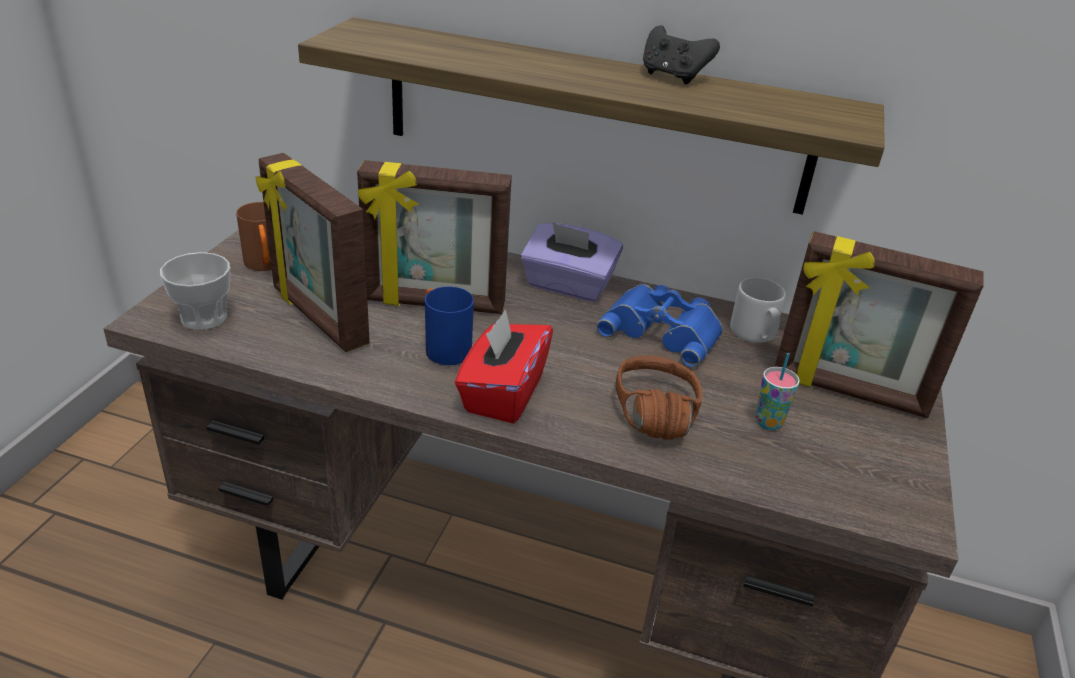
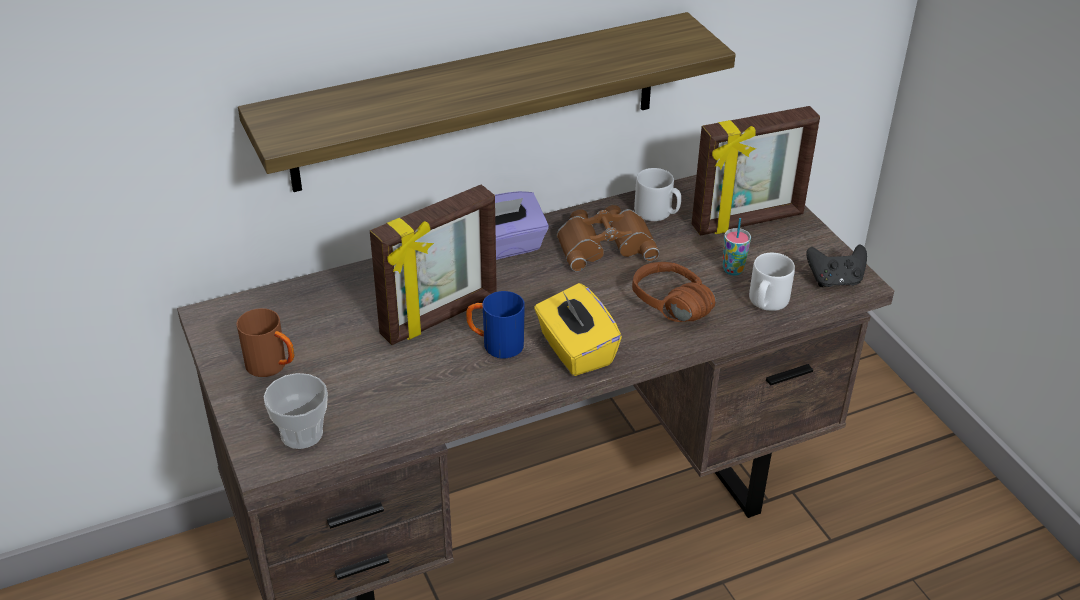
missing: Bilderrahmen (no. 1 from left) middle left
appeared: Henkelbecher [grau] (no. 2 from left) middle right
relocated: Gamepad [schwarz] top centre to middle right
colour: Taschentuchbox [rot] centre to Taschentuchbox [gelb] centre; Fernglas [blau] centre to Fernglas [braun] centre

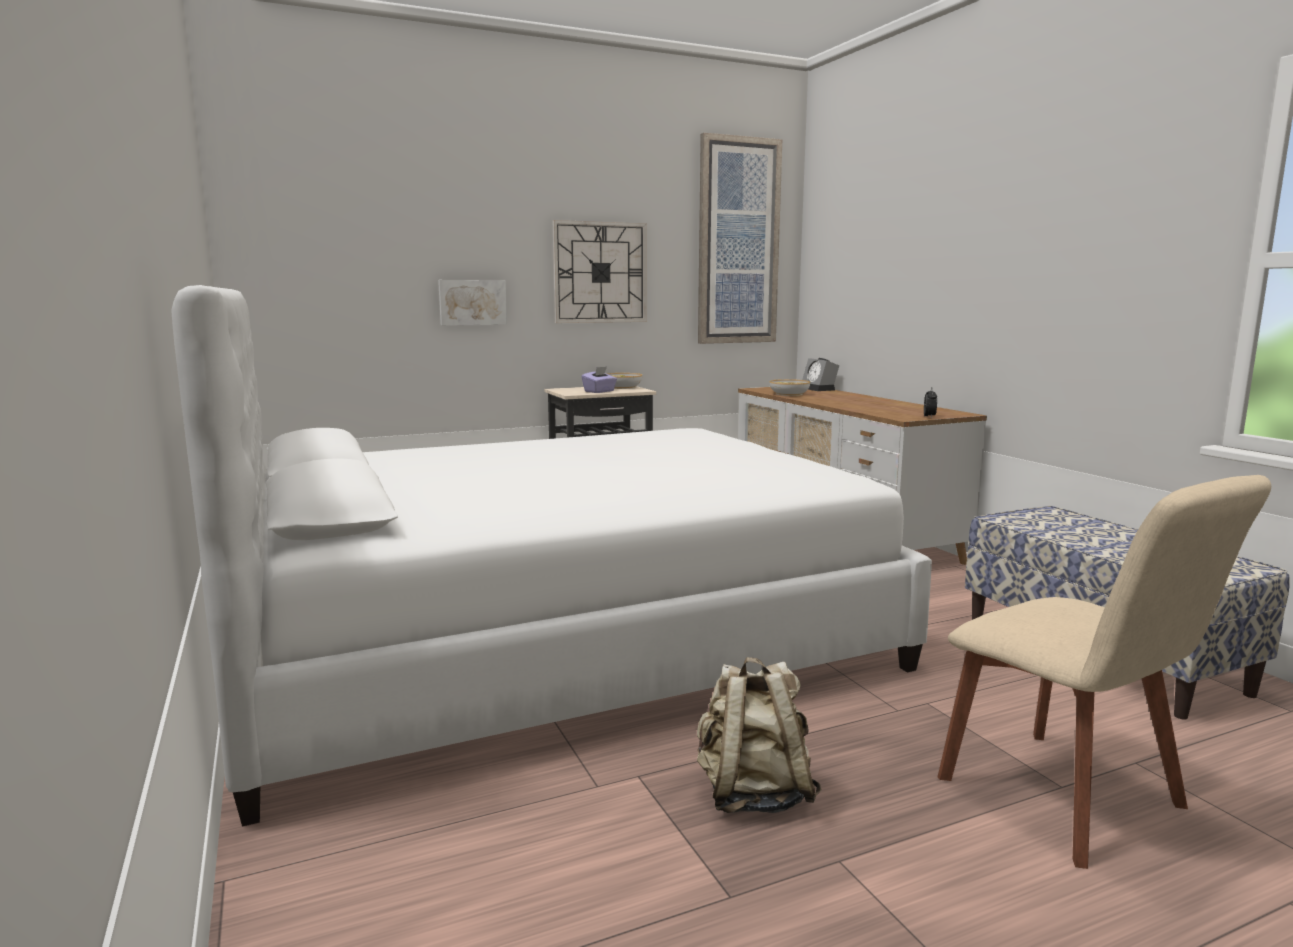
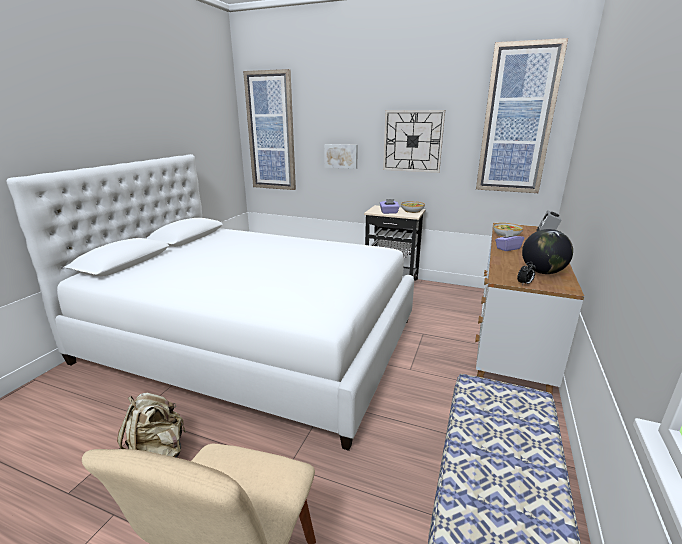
appeared: Bild (no. 1 from left) top centre; Taschentuchbox [lila] (no. 2 from left) middle right; Globus middle right

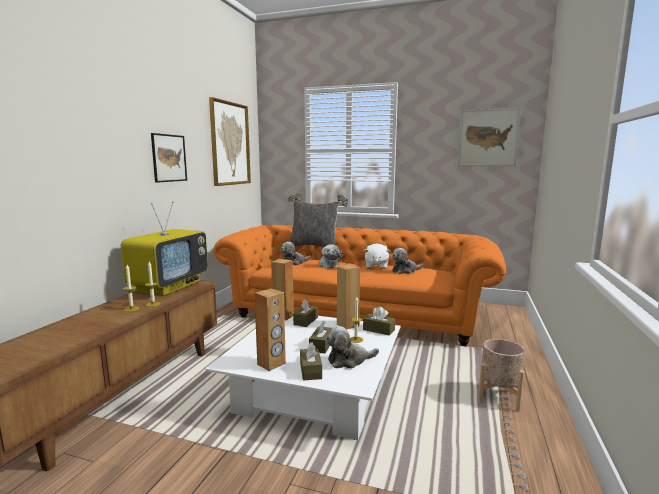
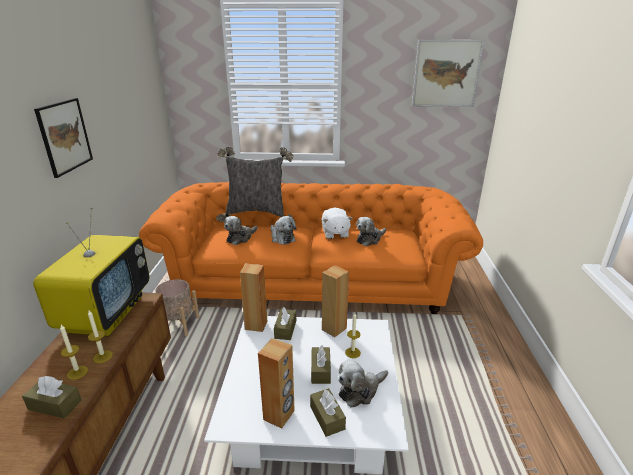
missing: Bild (no. 2 from left) top centre
relocated: Taschentuchbox [braun] (no. 4 from left in the first image) centre to Taschentuchbox [braun] (no. 1 from left) bottom left; Pflanzkübel [beige] bottom right to middle left

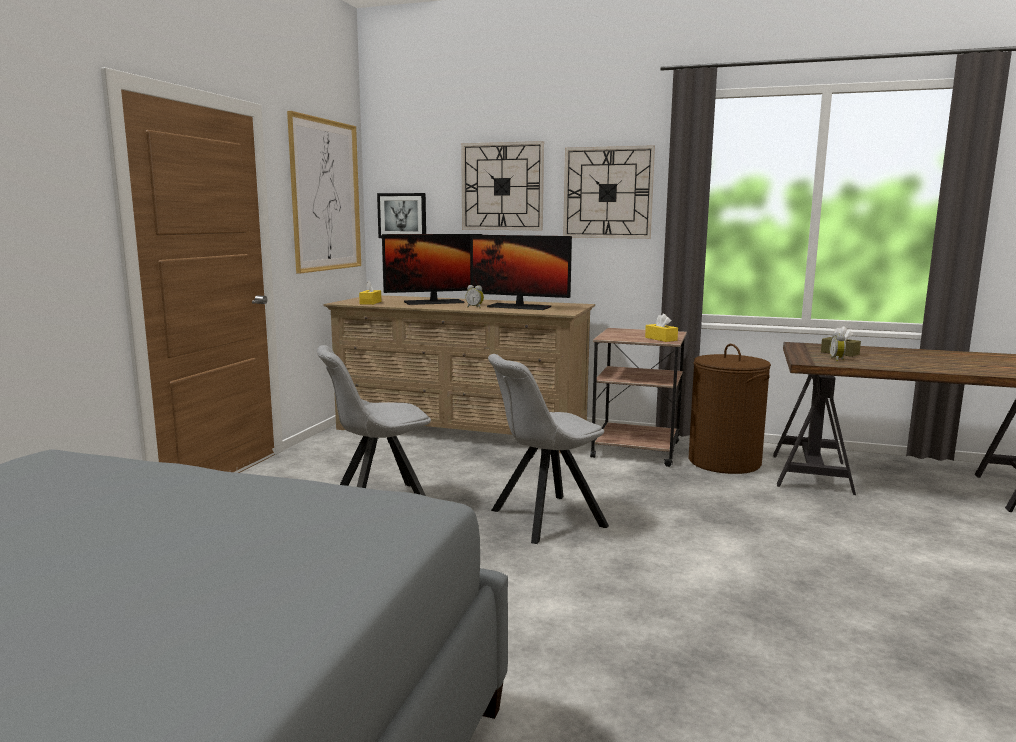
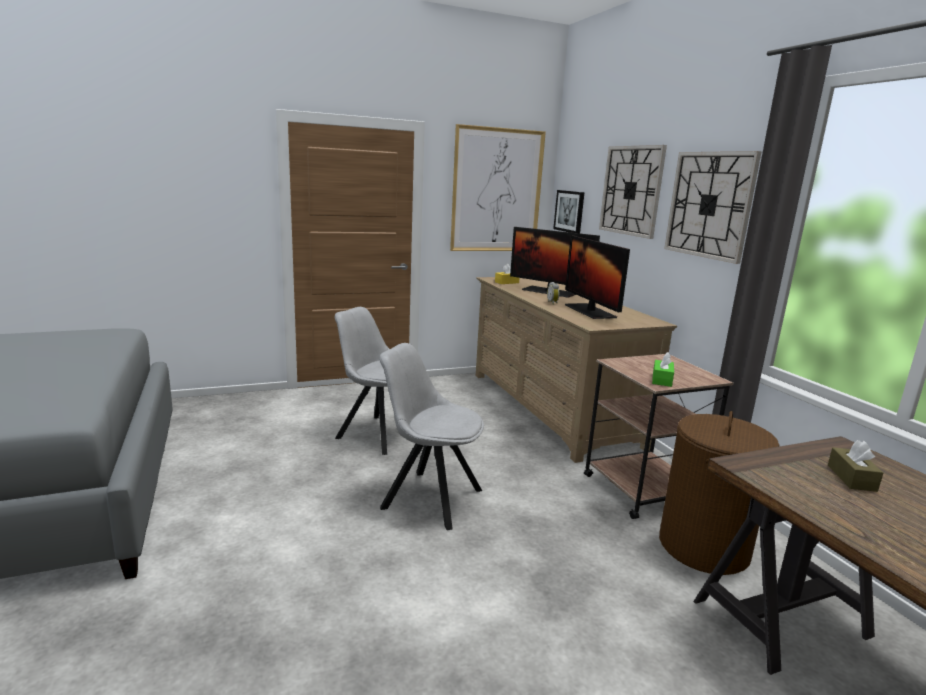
missing: Wecker (no. 2 from left) middle right
colour: Taschentuchbox [gelb] (no. 2 from left) centre to Taschentuchbox [grün] middle right

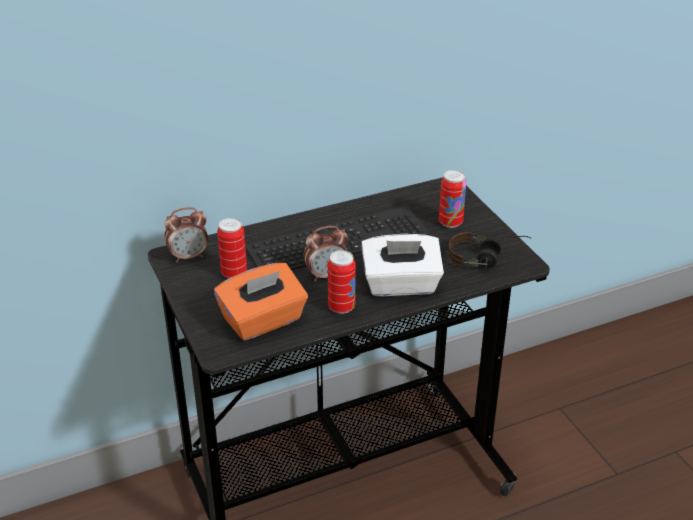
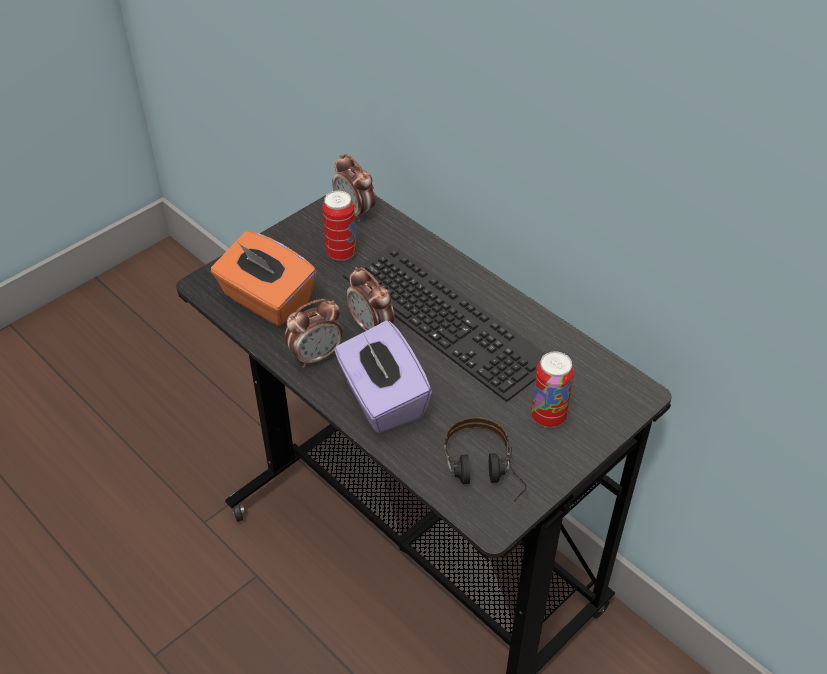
exchanged: Dose (no. 2 from left) centre to Wecker (no. 1 from left) centre
colour: Taschentuchbox [weiß] centre to Taschentuchbox [lila] centre

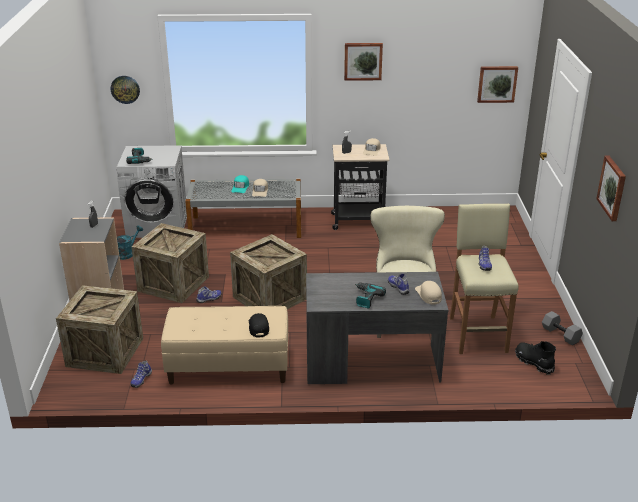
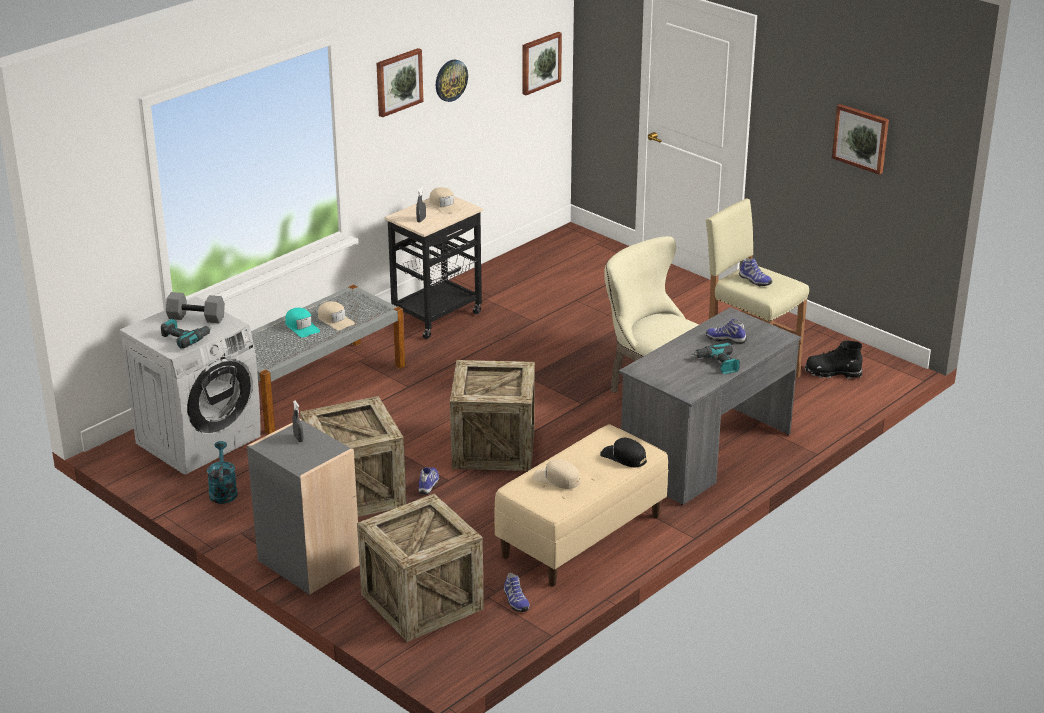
relocated: Wanduhr top left to top centre; Kappe [beige] (no. 3 from left) middle right to centre; Hantel [grau] middle right to middle left

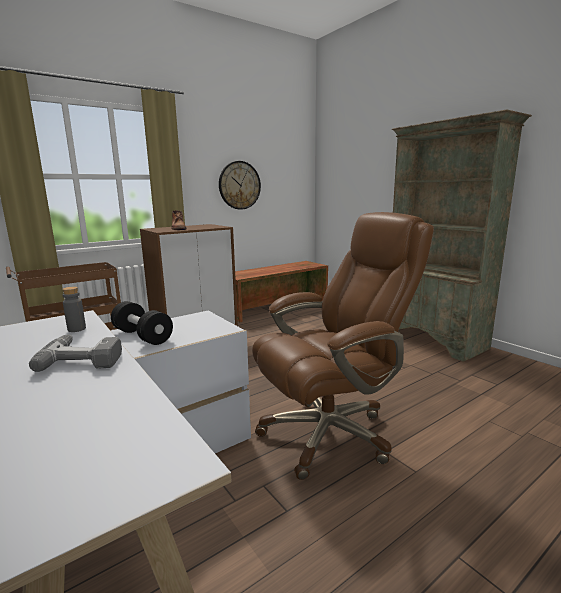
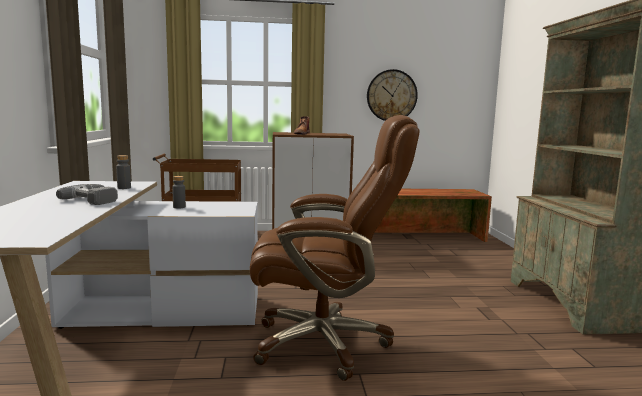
exchanged: Hantel [schwarz] middle left to Flasche [grau] (no. 2 from left) middle left

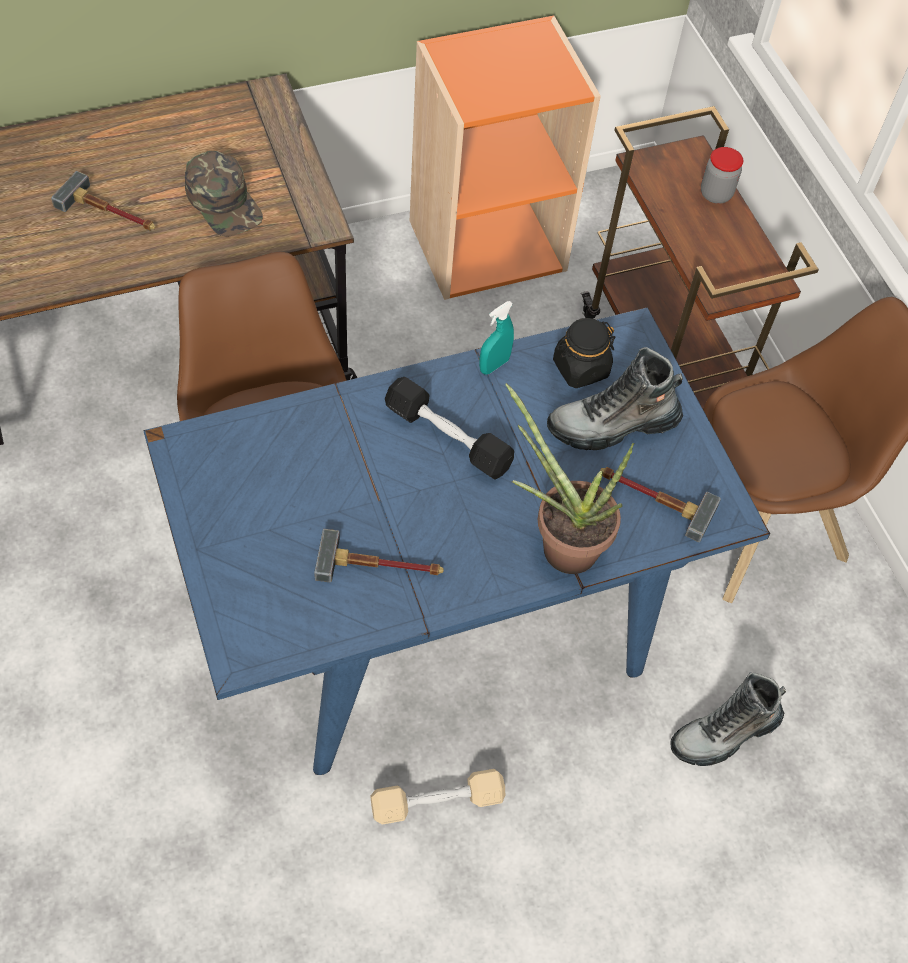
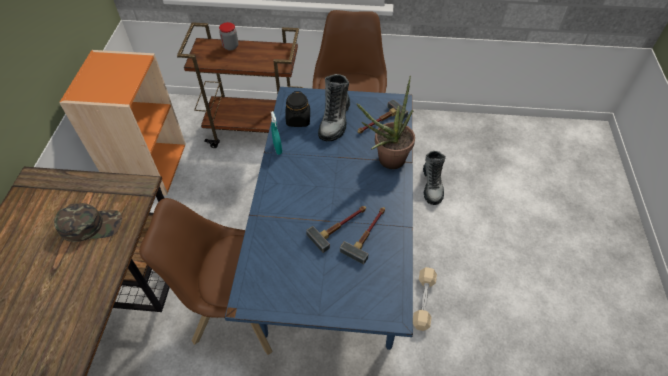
missing: Hantel [schwarz] centre
relocated: Hammer (no. 1 from left) top left to centre

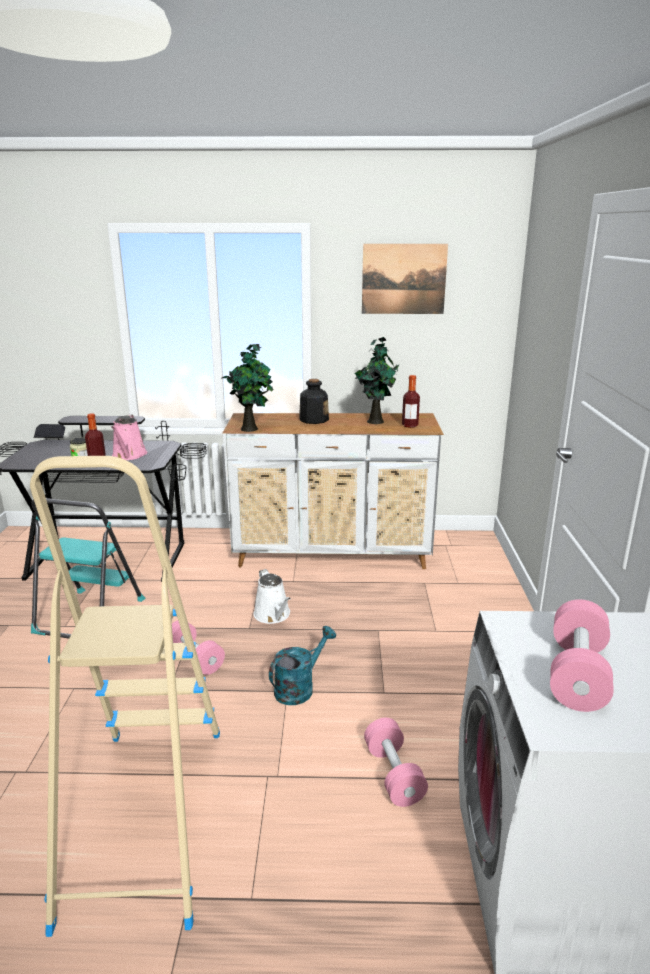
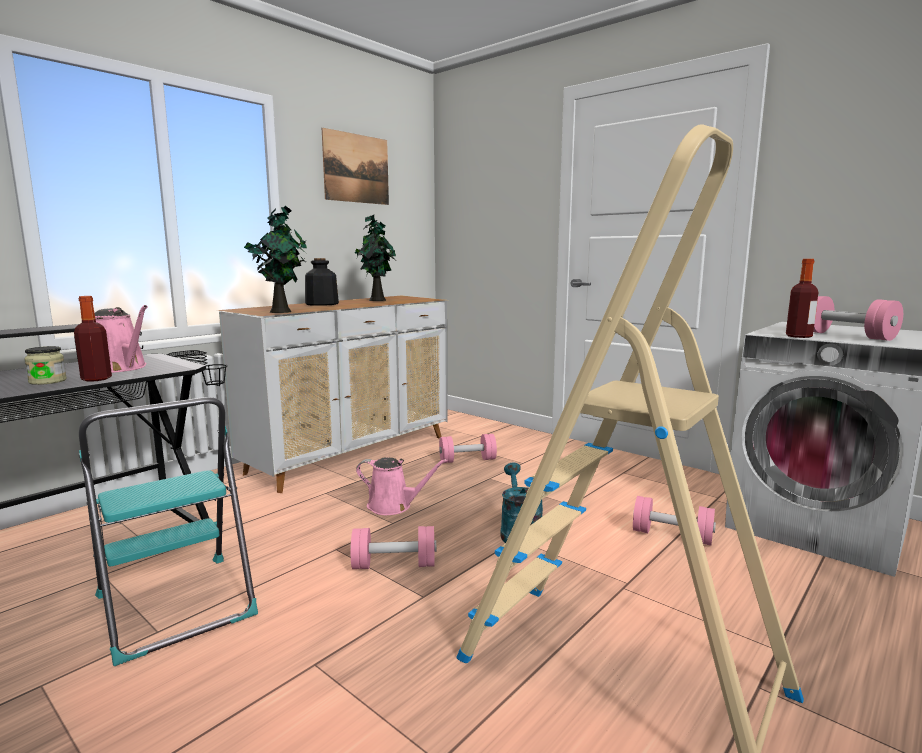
appeared: Hantel [rosa] (no. 2 from left) centre
relocated: Flasche (no. 3 from left) centre to middle right
colour: Gießkanne [weiß] centre to Gießkanne [rosa] (no. 2 from left) centre

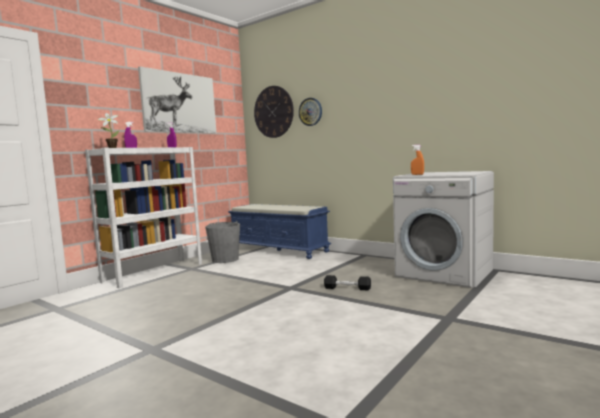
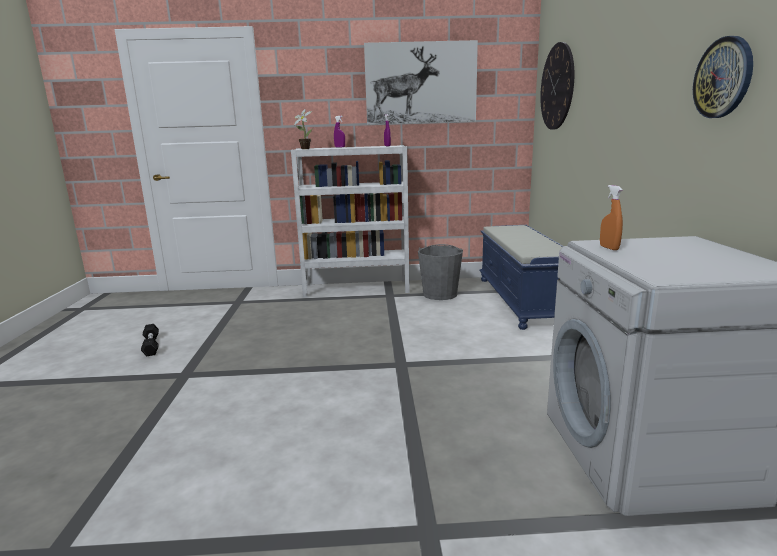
relocated: Wanduhr (no. 2 from left) top centre to top right; Hantel [schwarz] bottom centre to middle left

